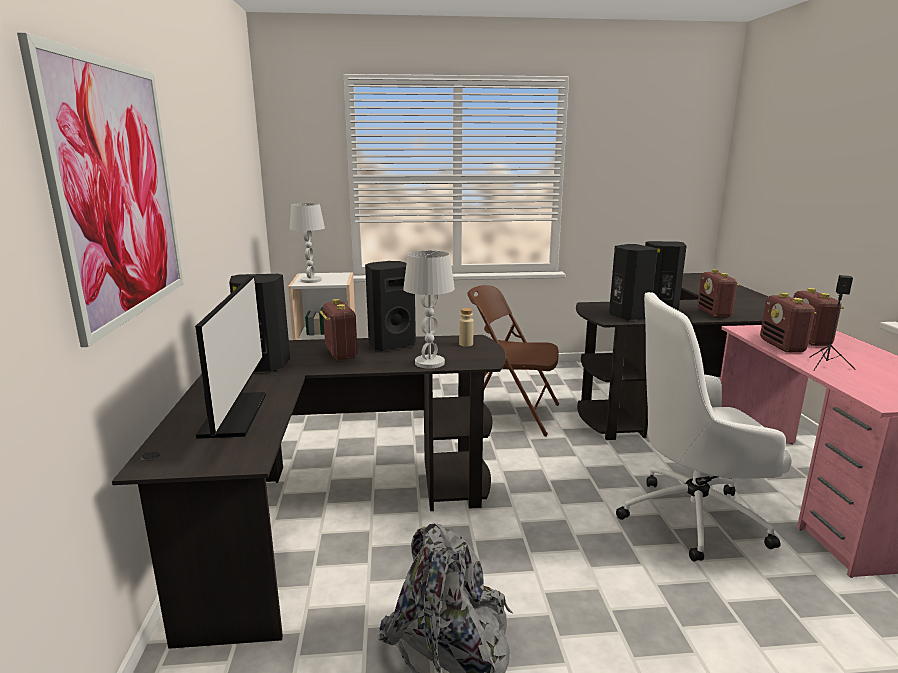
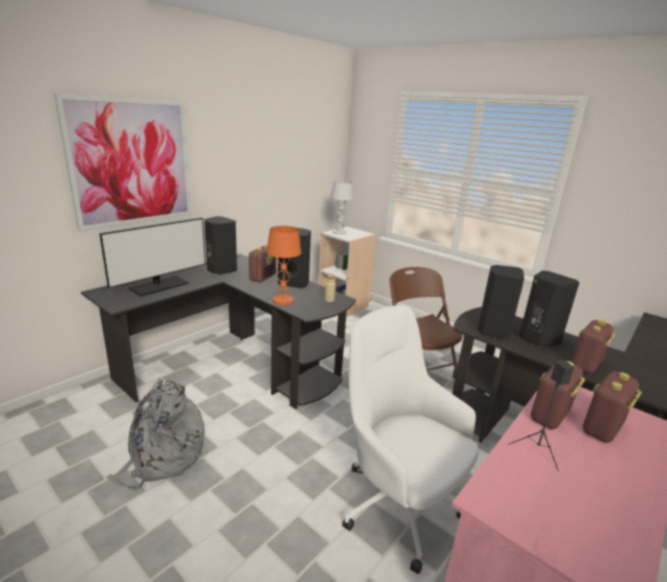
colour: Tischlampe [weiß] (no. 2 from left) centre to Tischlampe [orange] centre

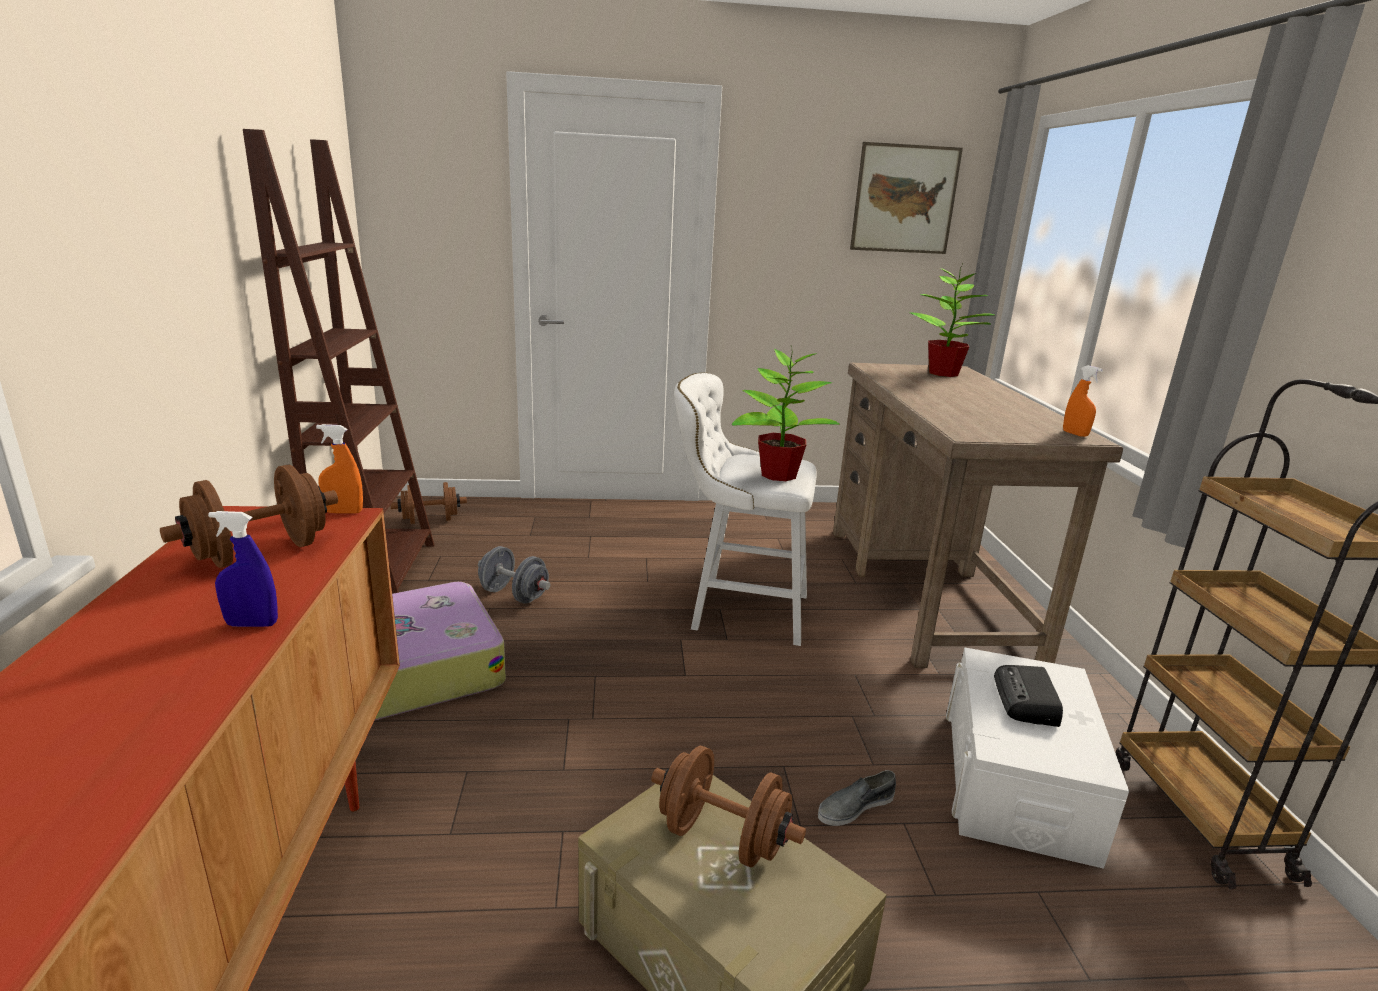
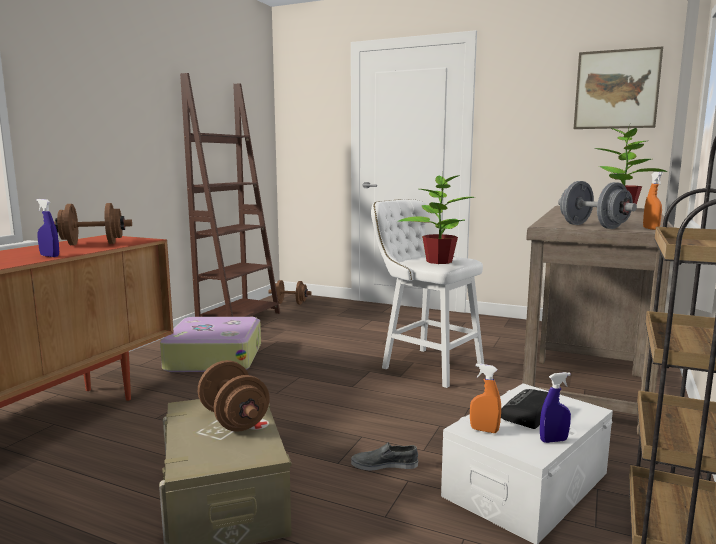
appeared: Sprühflasche [blau] (no. 2 from left) bottom right
relocated: Sprühflasche [orange] (no. 1 from left) middle left to bottom right; Hantel [grau] centre to middle right

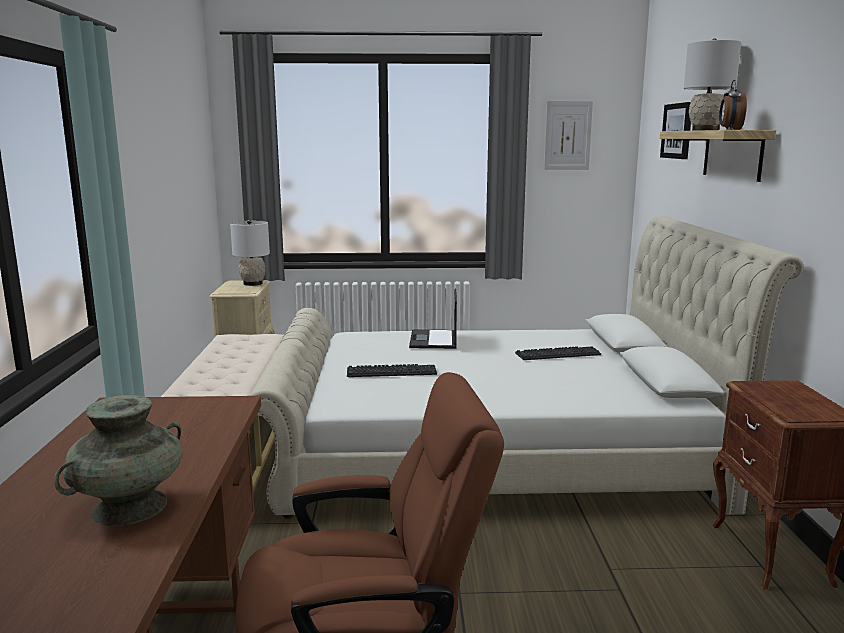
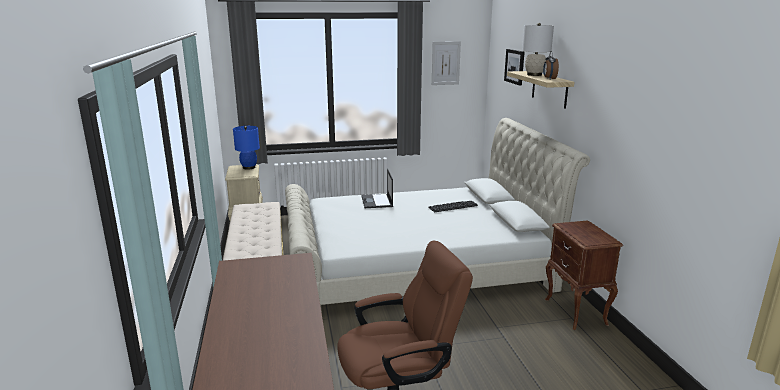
missing: Vase [türkis] bottom left; Tastatur (no. 1 from left) centre
colour: Tischlampe [weiß] (no. 1 from left) middle left to Tischlampe [blau] middle left

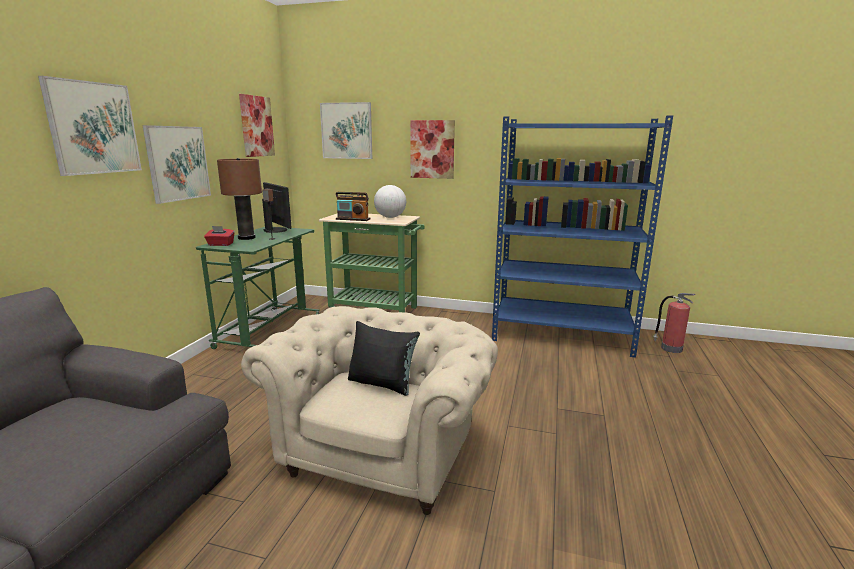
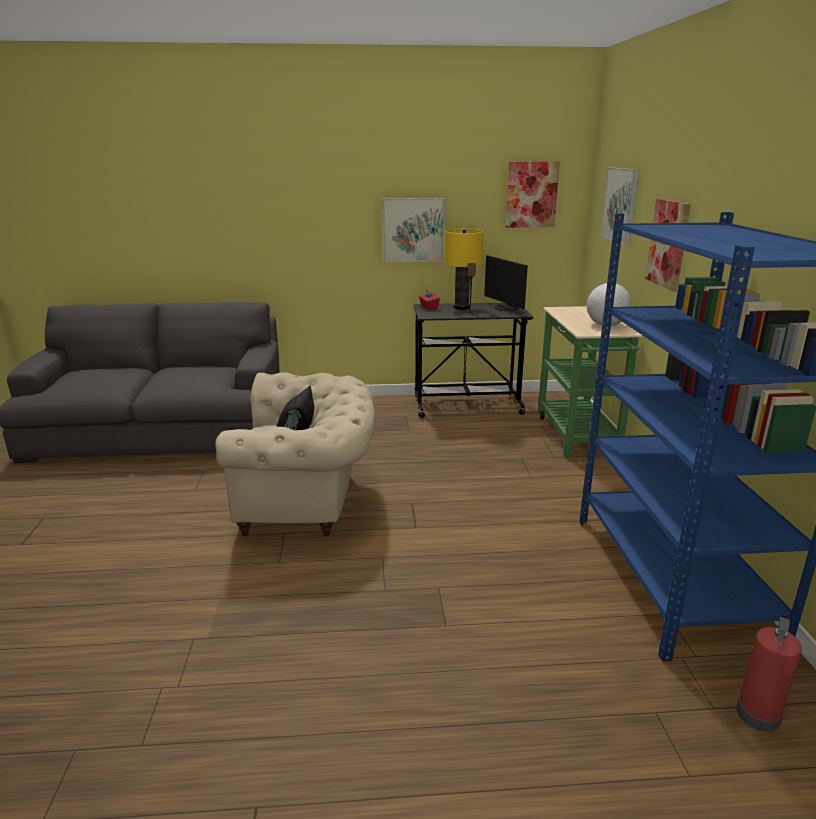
missing: Bild (no. 1 from left) top left; Radio centre
colour: Schreibtisch [grün] middle left to Schreibtisch [schwarz] centre; Tischlampe [braun] middle left to Tischlampe [gelb] top centre
spun: Monitor middle left = centre 120 degrees clockwise

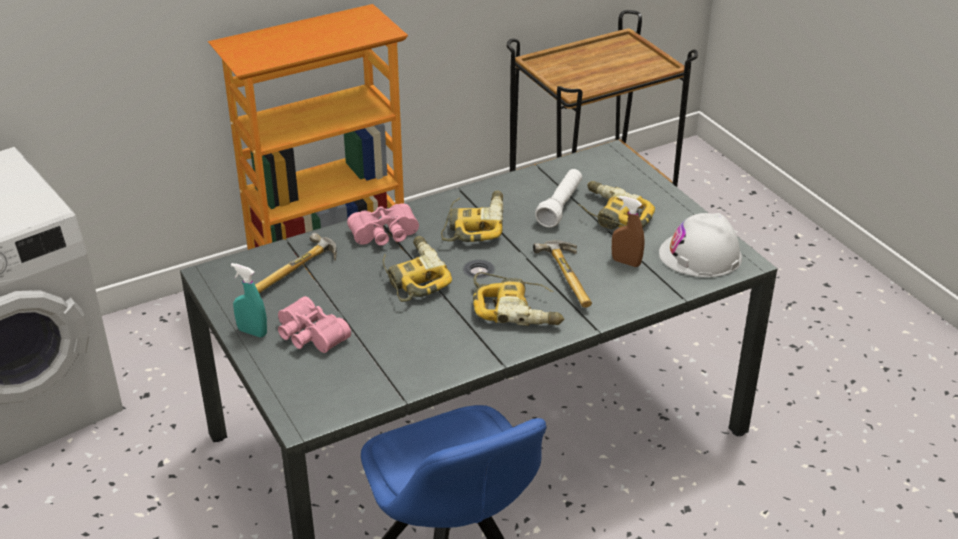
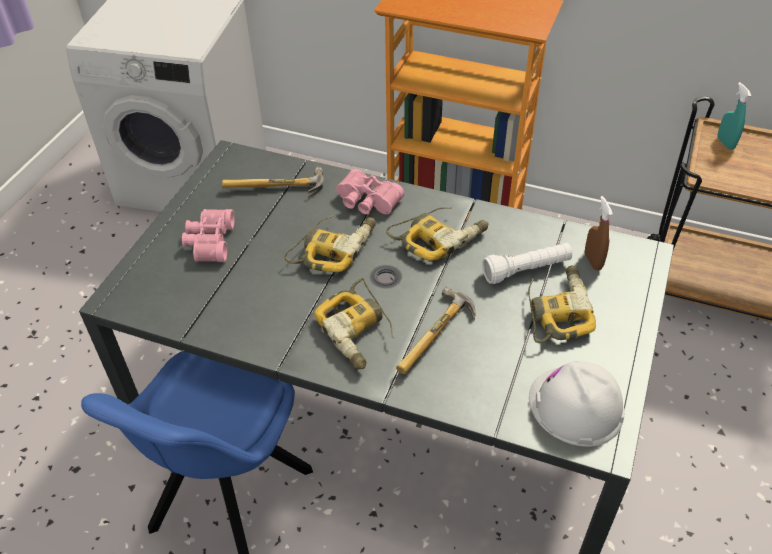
relocated: Sprühflasche [türkis] middle left to top right; Sprühflasche [braun] centre to middle right

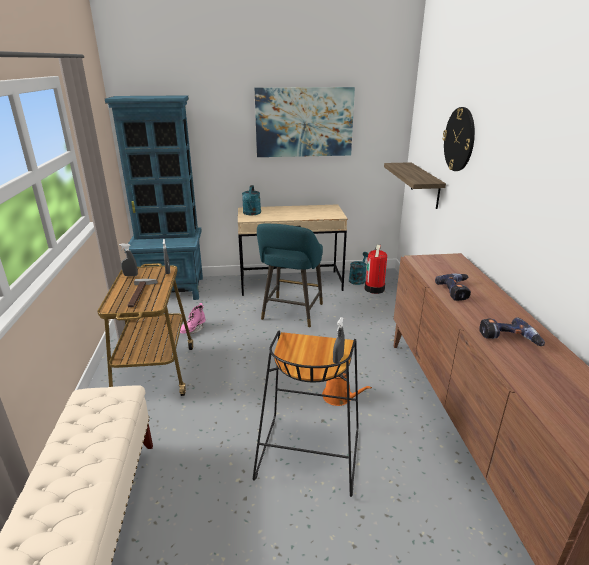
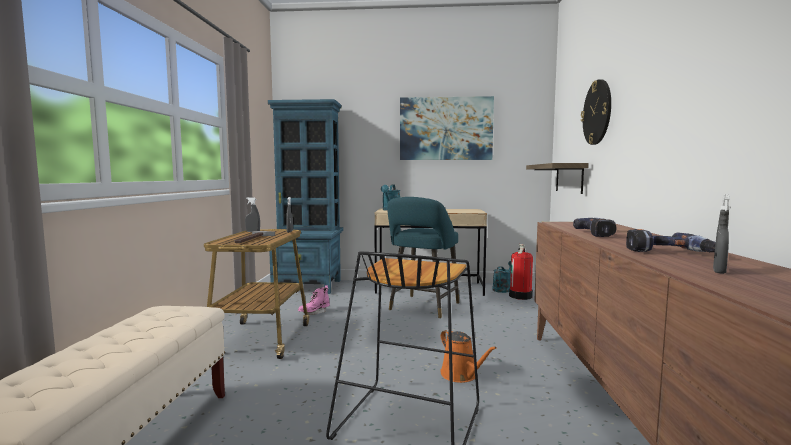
relocated: Sprühflasche [grau] (no. 3 from left) centre to middle right

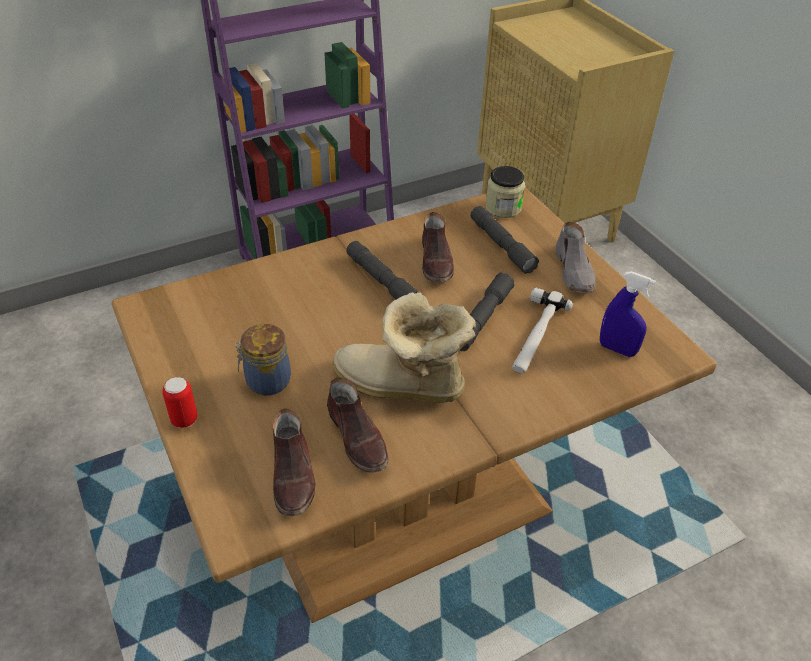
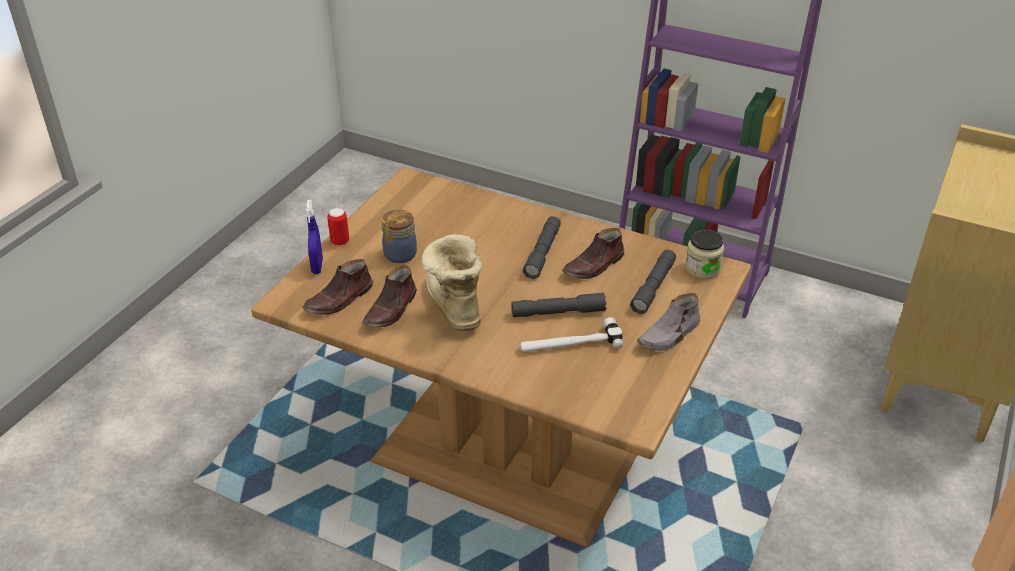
relocated: Sprühflasche [blau] middle right to middle left

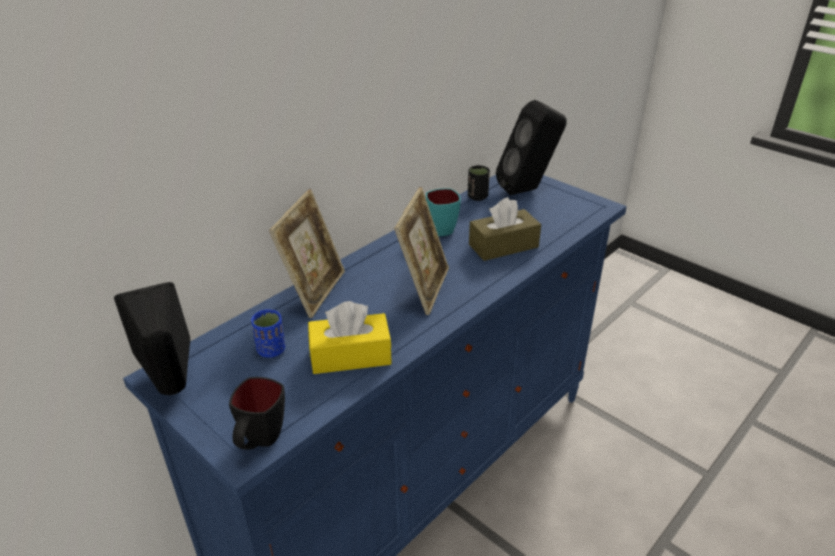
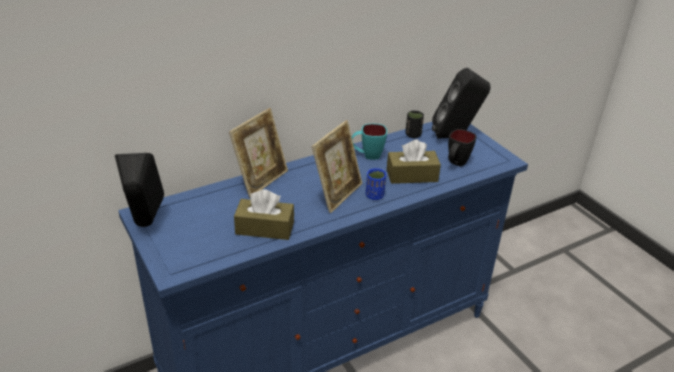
relocated: Henkelbecher [schwarz] bottom left to middle right; Tasse [blau] middle left to centre
colour: Taschentuchbox [gelb] centre to Taschentuchbox [braun] (no. 1 from left) centre

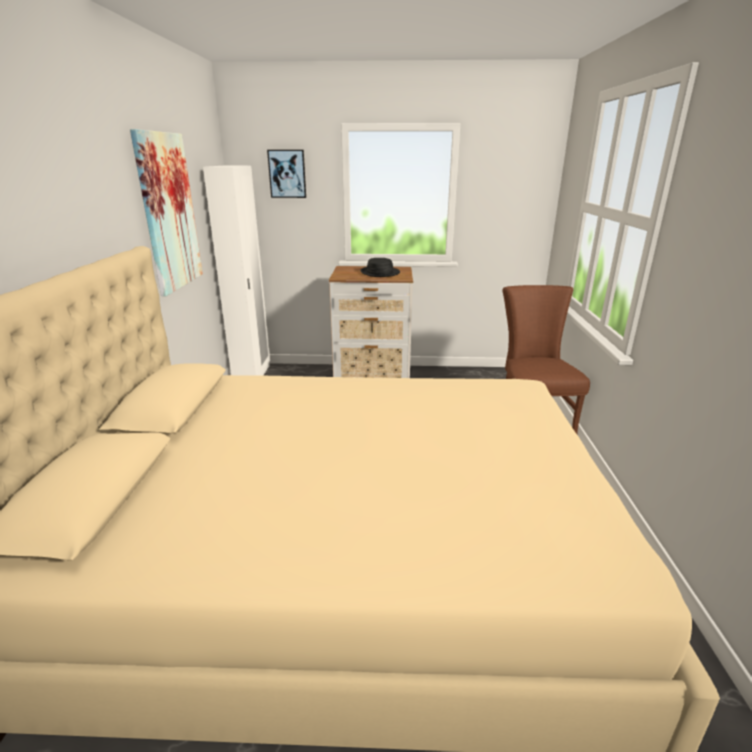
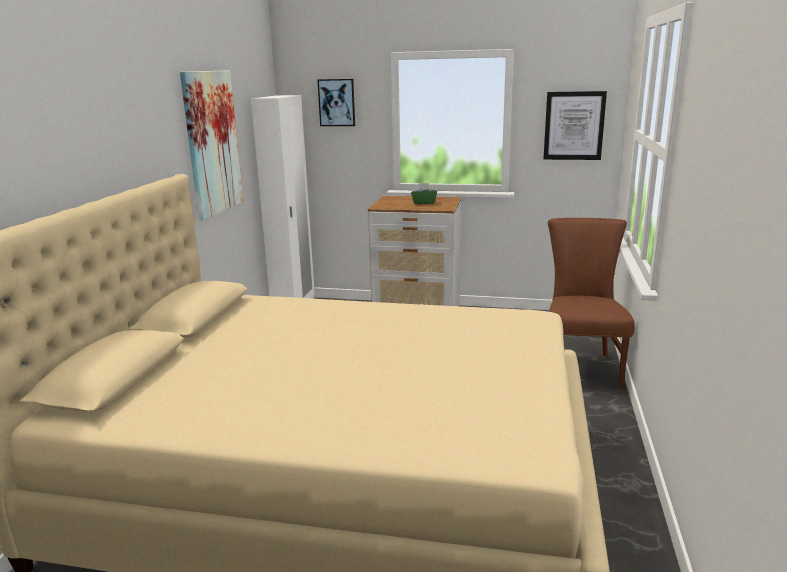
appeared: Bild (no. 3 from left) top right
exchanged: Hut [schwarz] centre to Taschentuchbox [grün] centre

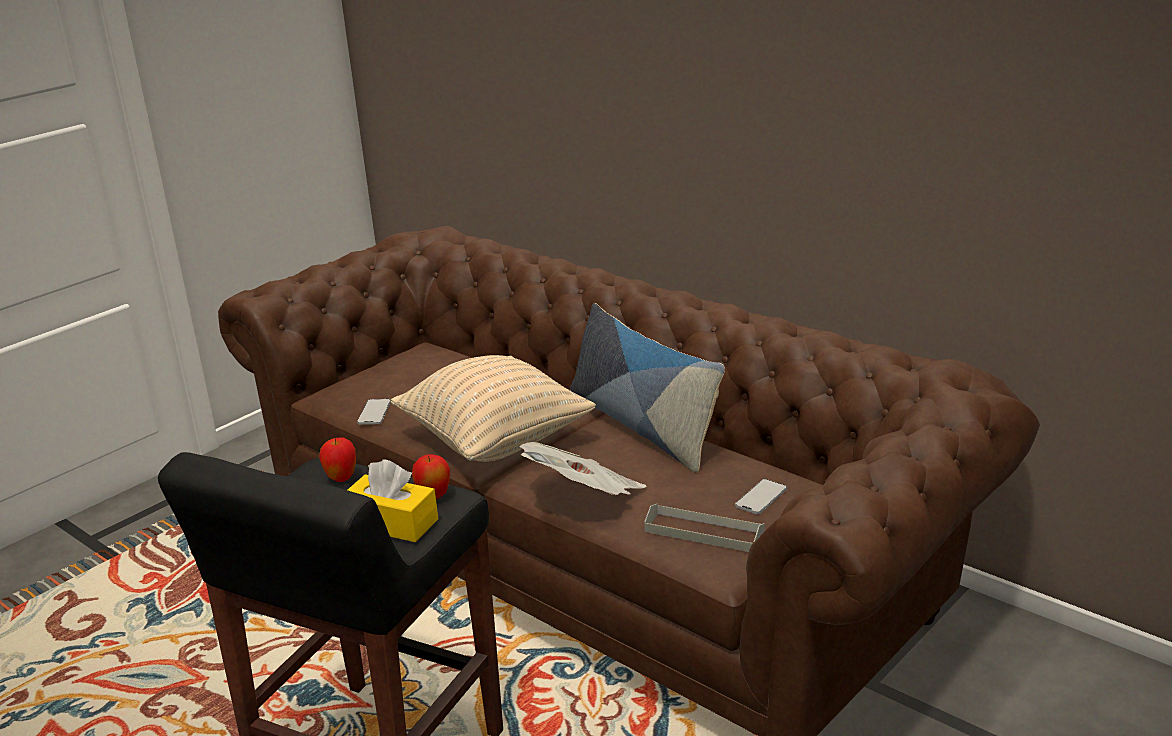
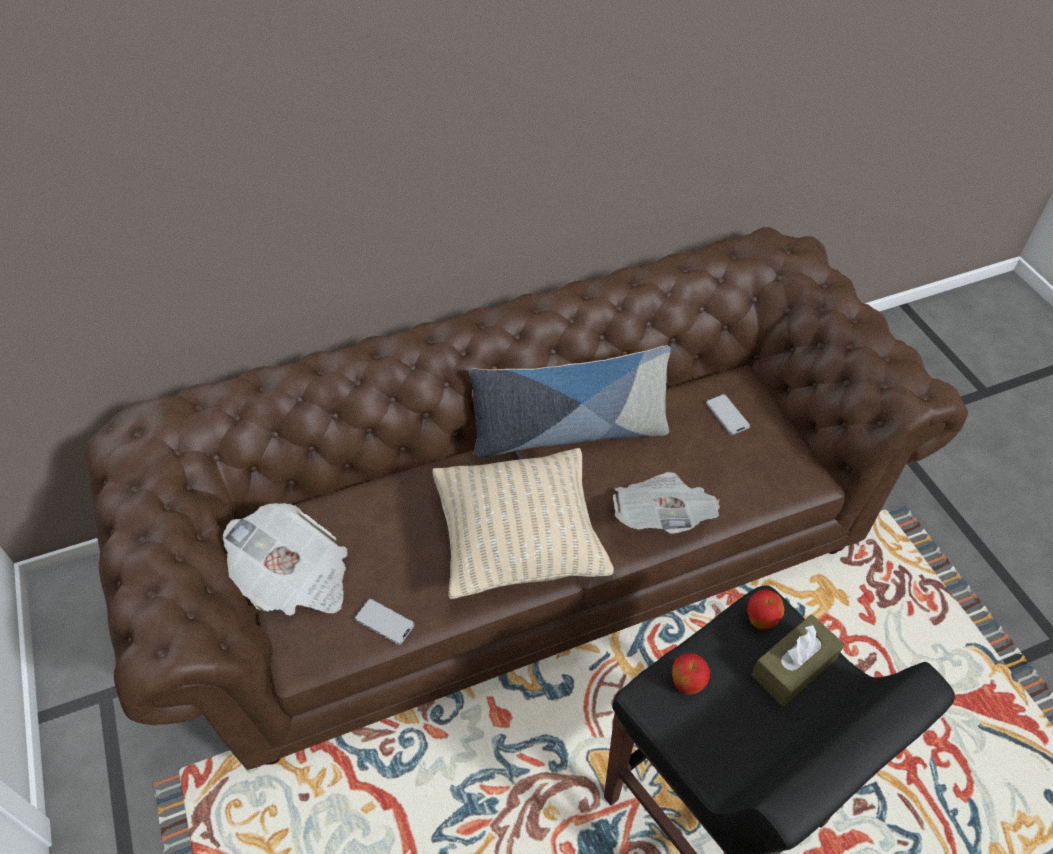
missing: Tablett [grau] bottom centre
appeared: Zeitung (no. 1 from left) middle left
colour: Taschentuchbox [gelb] bottom centre to Taschentuchbox [braun] bottom right

